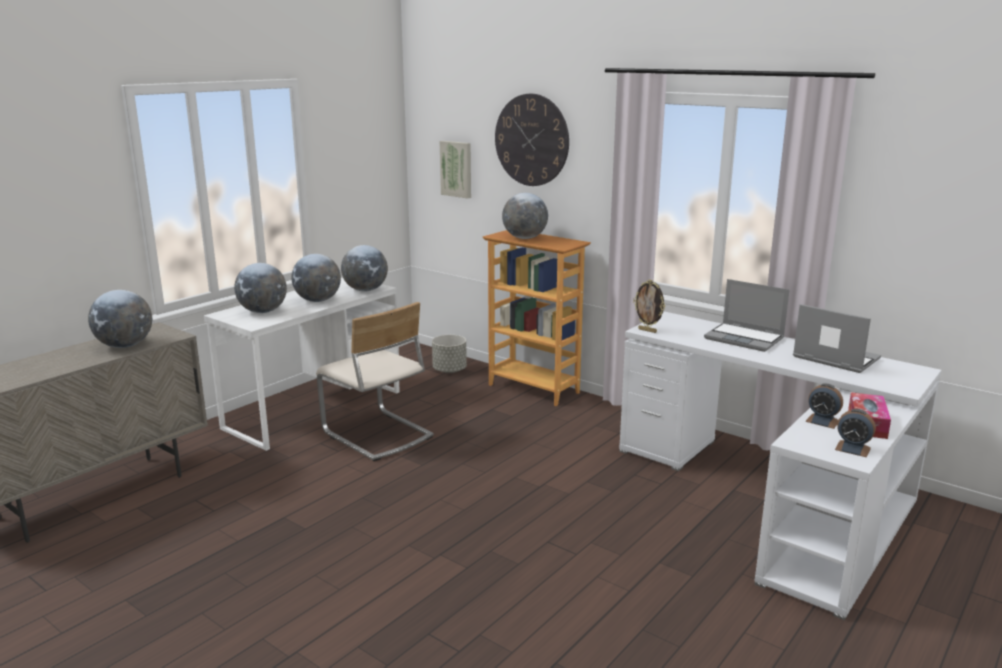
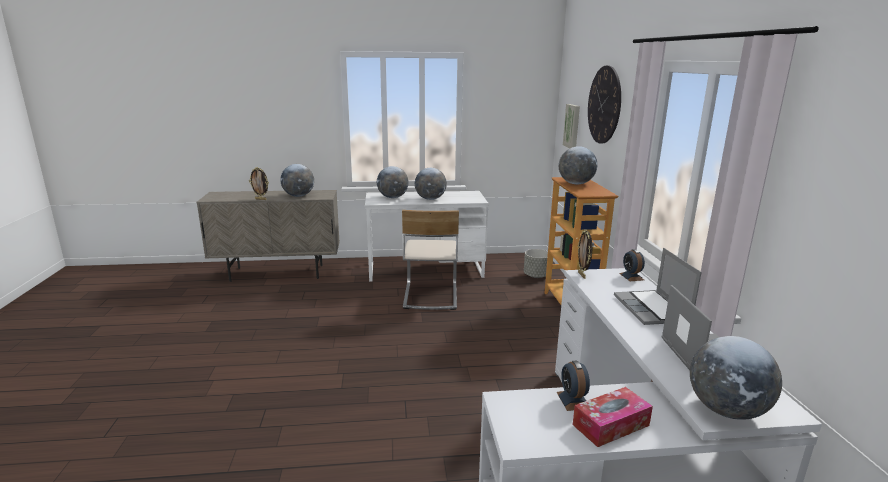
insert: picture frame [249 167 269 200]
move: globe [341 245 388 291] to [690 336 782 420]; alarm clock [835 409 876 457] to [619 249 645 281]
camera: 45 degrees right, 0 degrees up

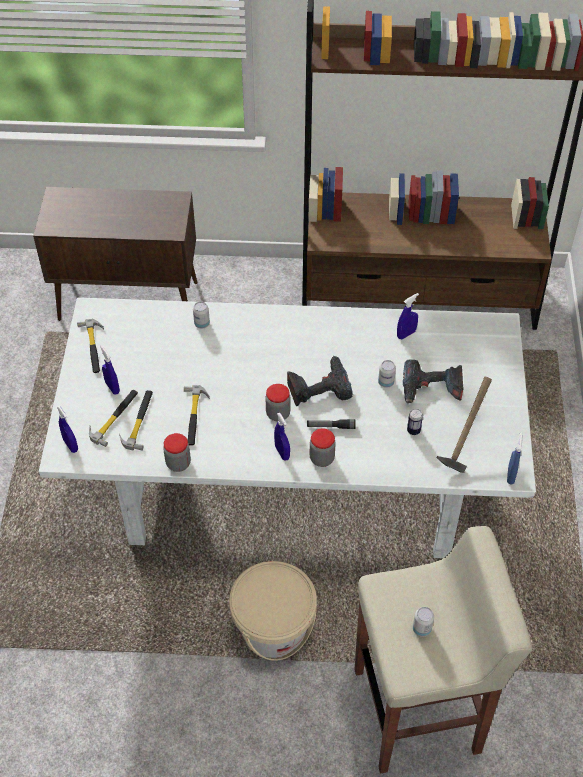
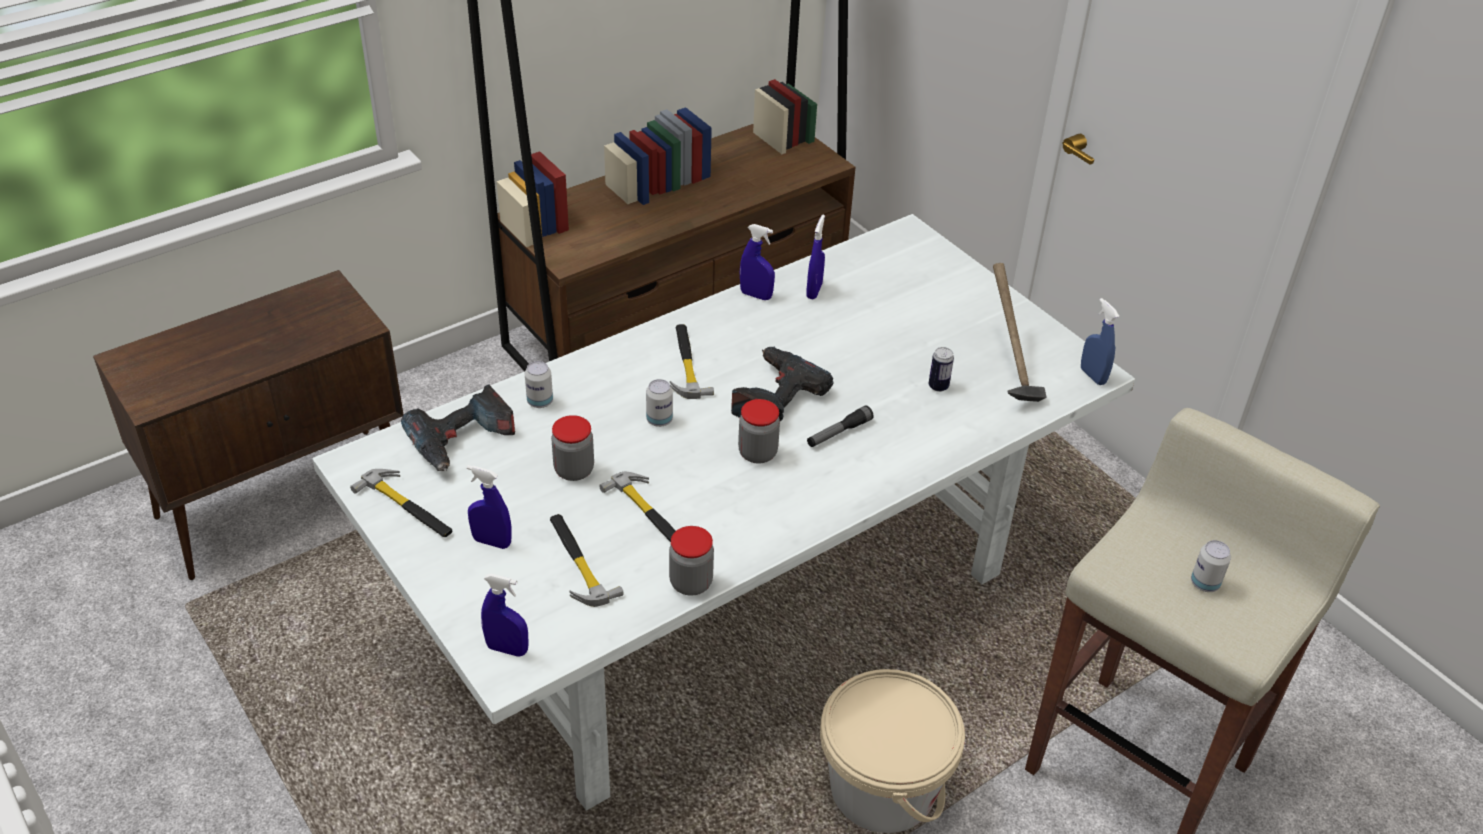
move: hammer [89 390 138 447] to [670 324 714 399]; blue spray bottle [274 413 290 461] to [740 224 775 300]; jar [310 428 336 467] to [551 415 594 481]; can [378 360 396 388] to [646 379 673 427]; power drill [403 359 463 404] to [401 385 515 471]
camera: 40 degrees left, 10 degrees down

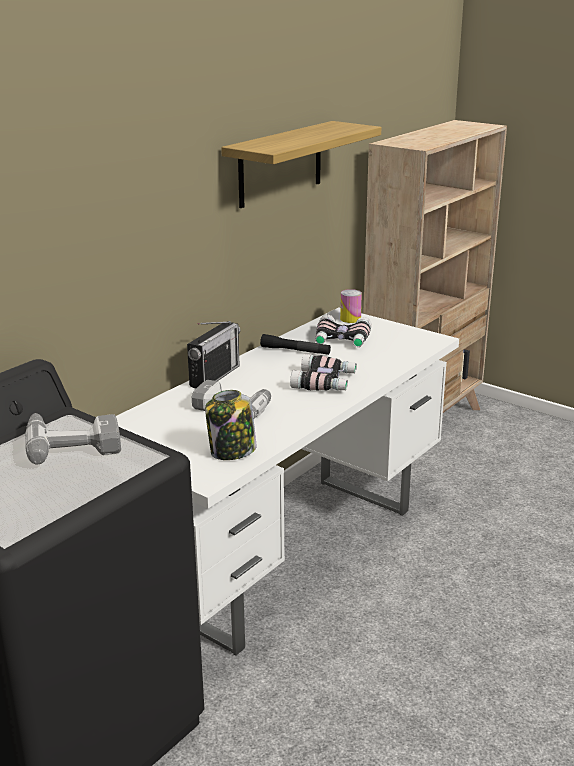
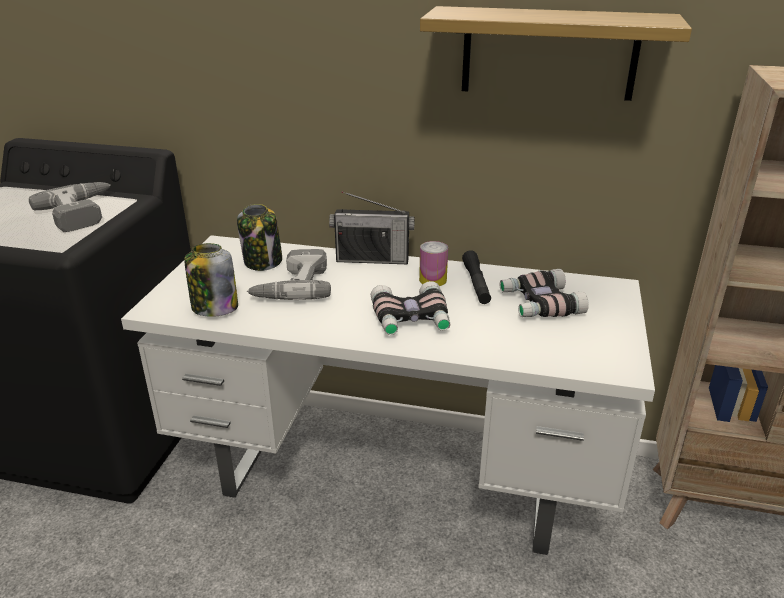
insert: jar [237 204 282 271]
move: can [340 289 362 323] to [419 241 448 286]
camera: 65 degrees right, 5 degrees up

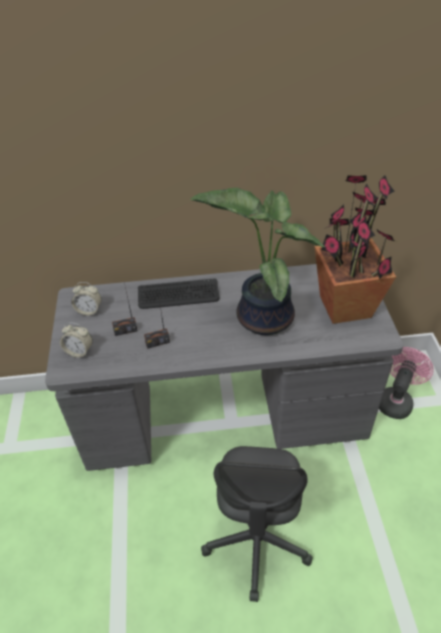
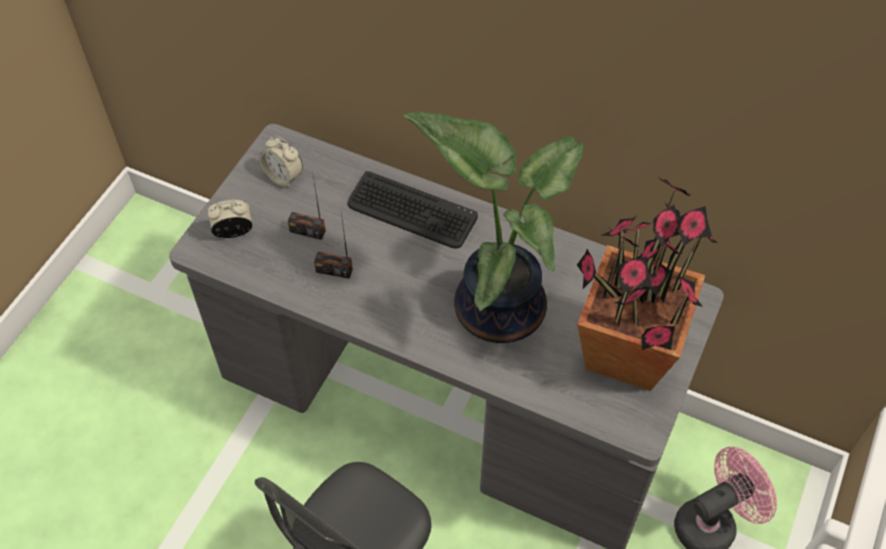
rotate: alarm clock [60 323 93 358] = [207 199 252 238] 120 degrees clockwise
camera: 30 degrees right, 10 degrees up

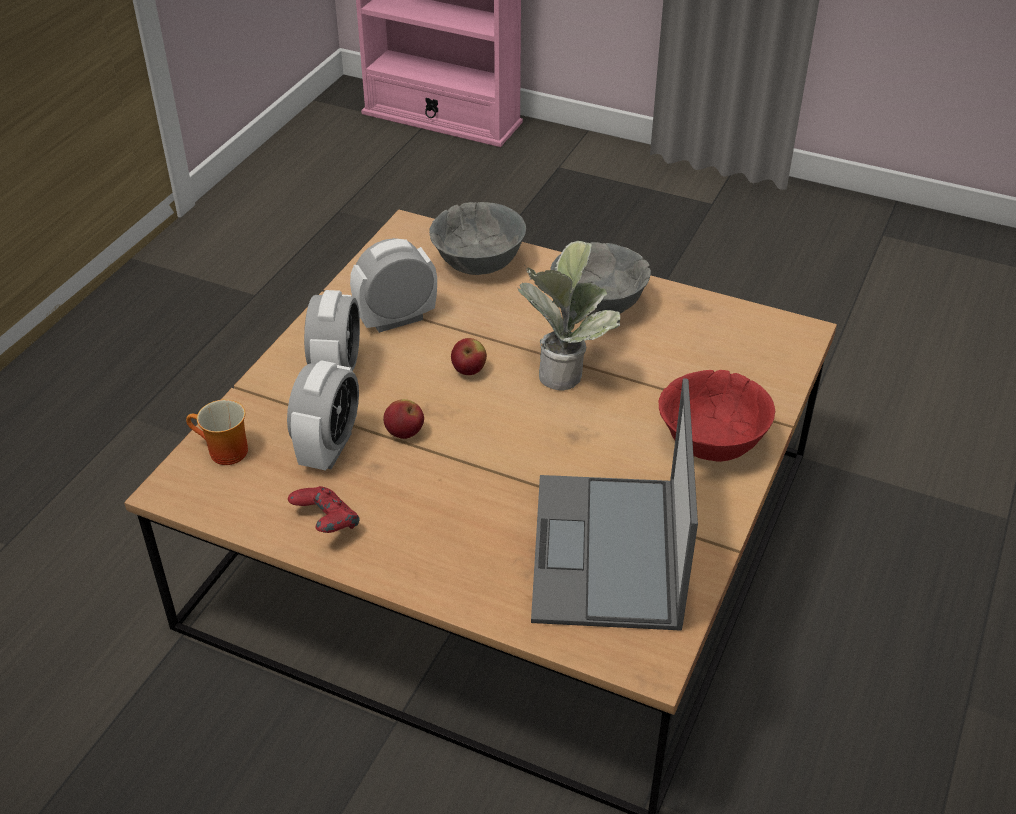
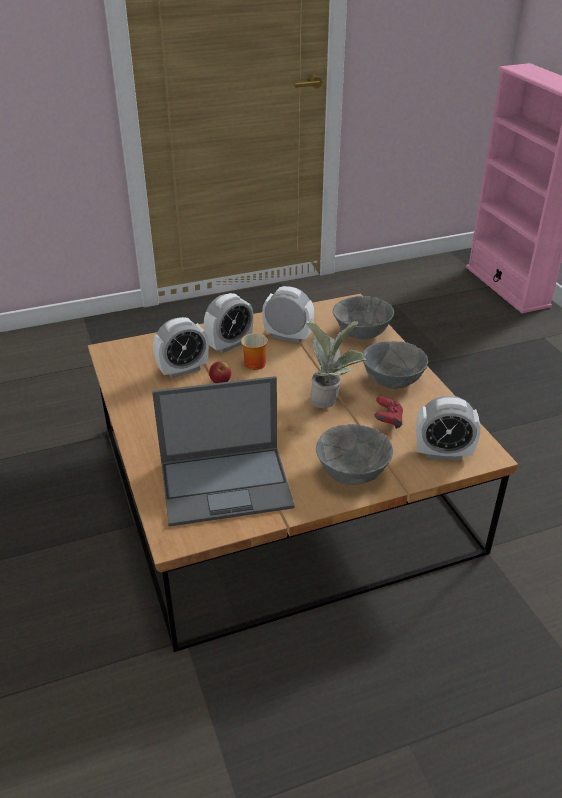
delete: apple [451 338 487 375]
insert: alarm clock [416 396 480 461]
move: mug [186 399 248 465] to [241 333 268 370]; red game controller [288 486 360 533] to [374 396 403 429]
recolor: red bowl [658 370 775 462] to grey bowl [316 424 393 485]
rotate: laptop [531 379 698 631] = [152 376 295 527] 150 degrees counterclockwise
camera: 45 degrees right, 5 degrees down

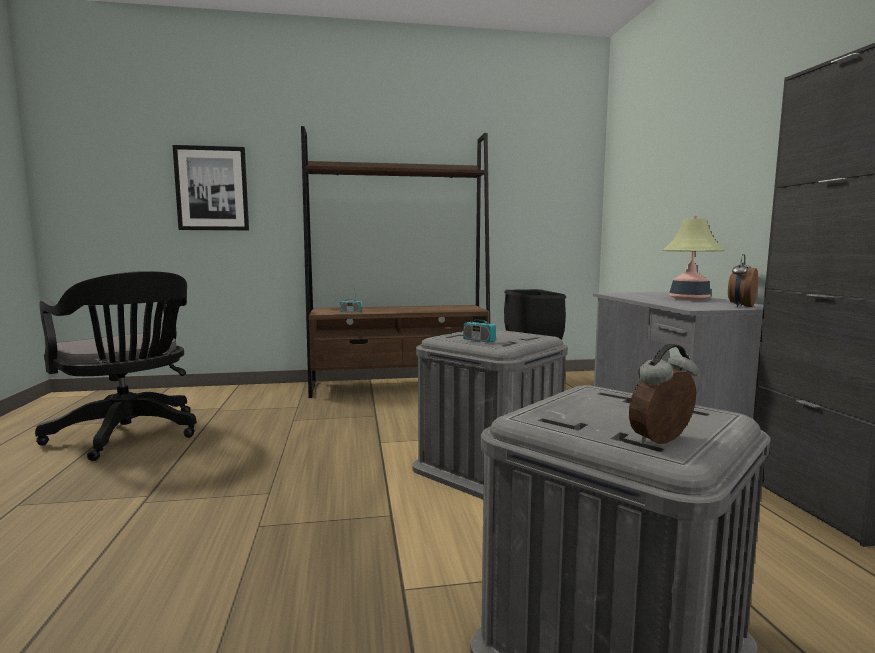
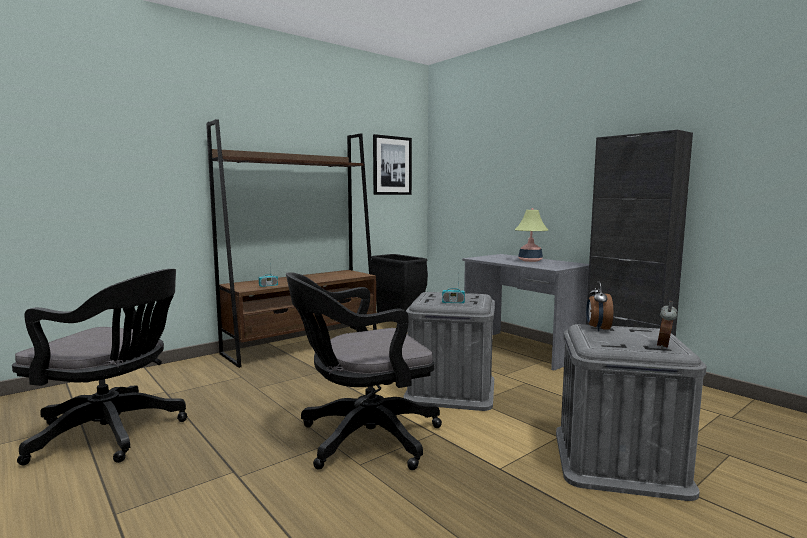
insert: black office chair [286 272 442 470]
move: picture [173 145 249 230] to [373 134 412 195]; alarm clock [728 254 758 307] to [586 281 613 331]
camera: 30 degrees left, 0 degrees up

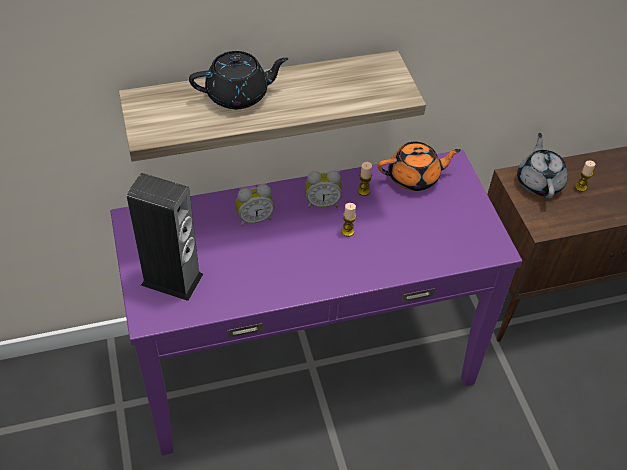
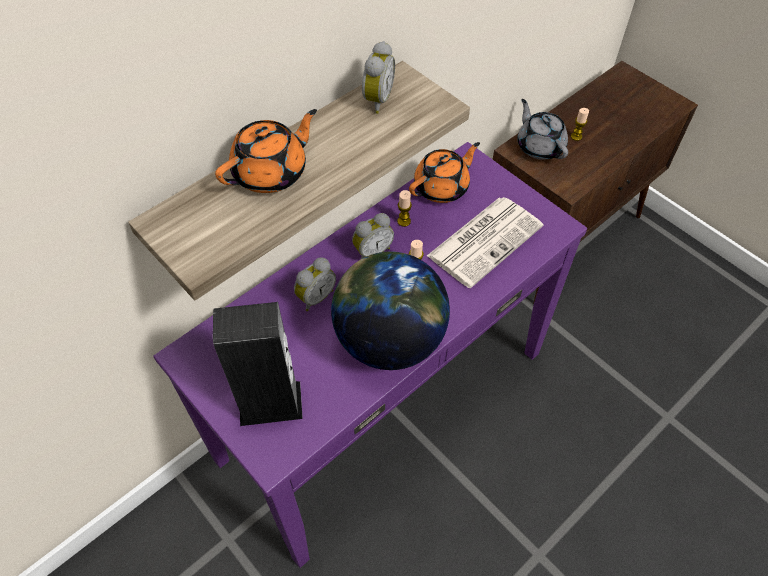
insert: globe [331 251 450 370]; alarm clock [362 41 395 114]; newspaper [427 197 543 288]
recolor: black teapot [189 51 289 109] to orange teapot [215 109 317 193]
camera: 25 degrees left, 5 degrees up

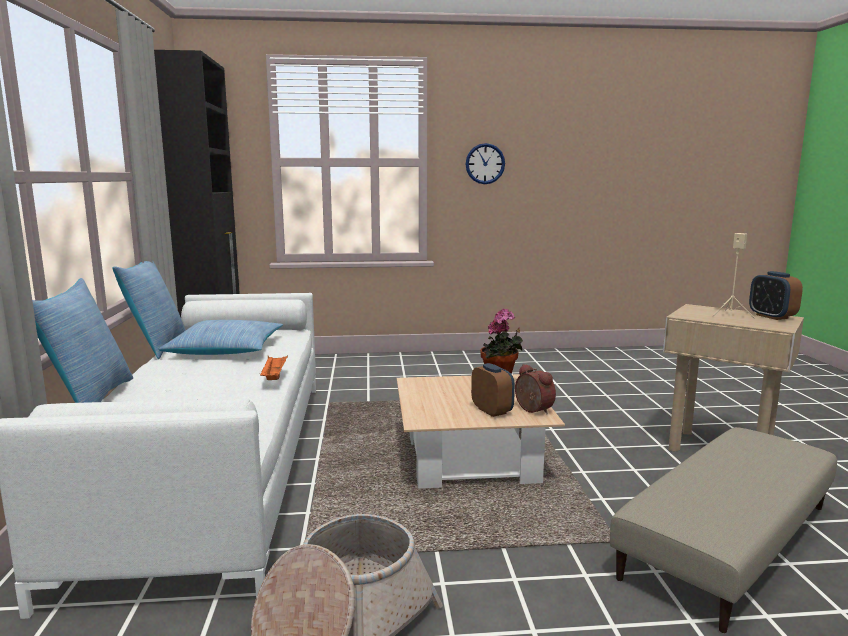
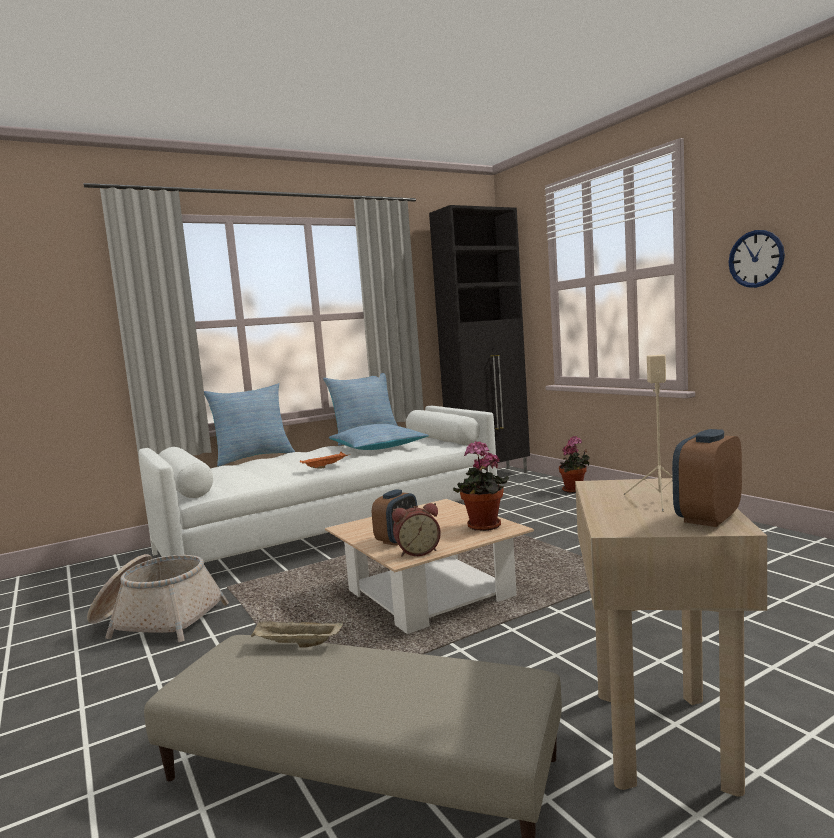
insert: beige tray [251 620 343 647]; potted plant [559 436 590 493]
rotate: alarm clock [515 364 556 414] = [392 503 441 557] 45 degrees clockwise
camera: 65 degrees right, 5 degrees down

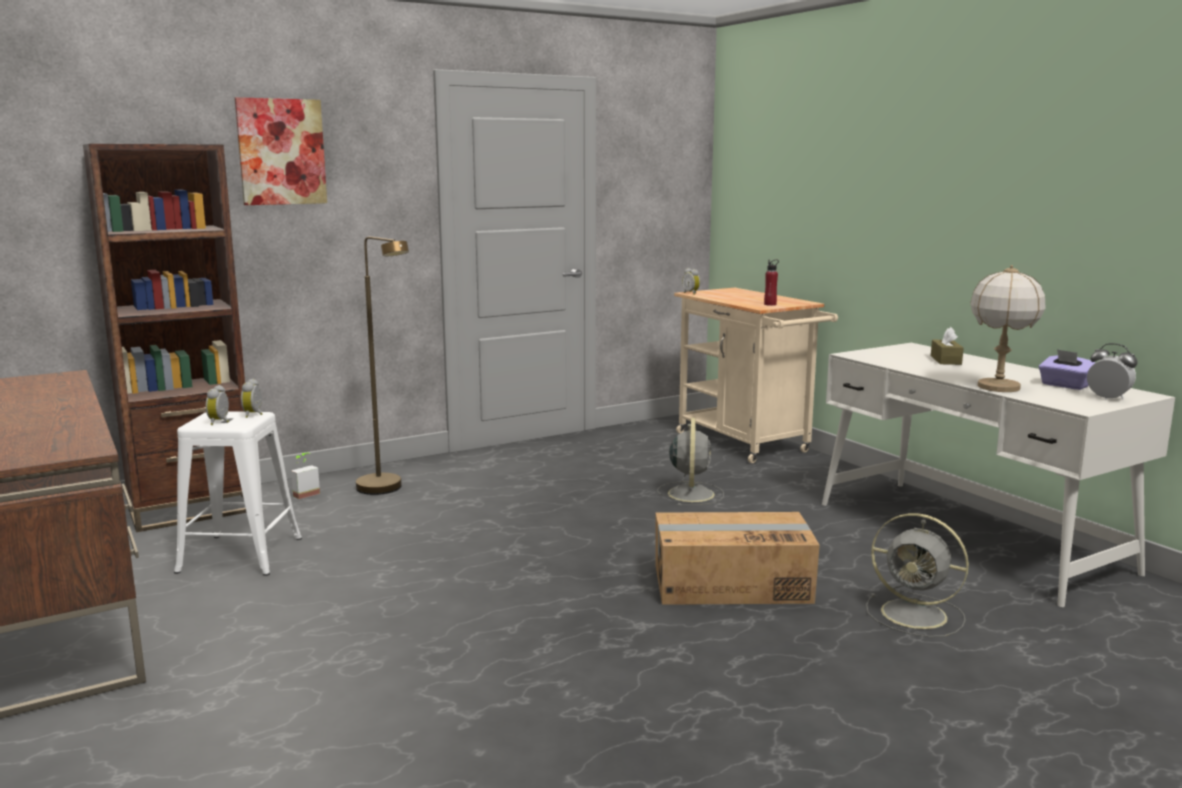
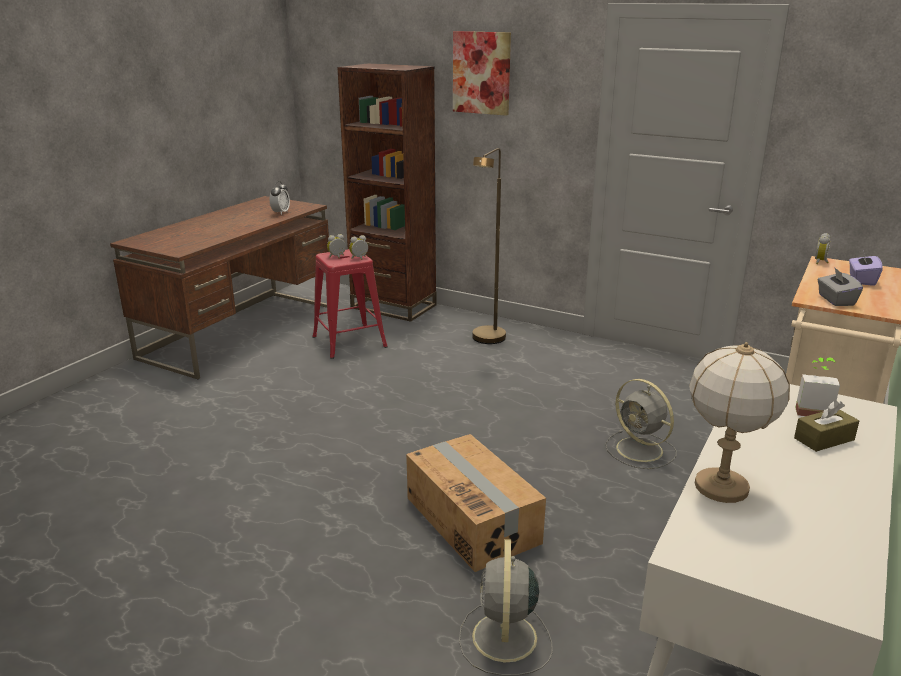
move: potted plant [291 452 320 499] to [795 358 840 416]; purple tissue box [1039 349 1096 390] to [849 250 883 286]; alarm clock [1087 343 1138 400] to [269 181 290 215]
replace: red bottle [764 260 779 306] to grey tissue box [817 268 863 306]
recolor: white stool [174 411 302 576] to red stool [313 249 388 359]
rotate: grey fan [657 418 724 506] = [605 379 677 469] 75 degrees clockwise
camera: 60 degrees right, 10 degrees up

